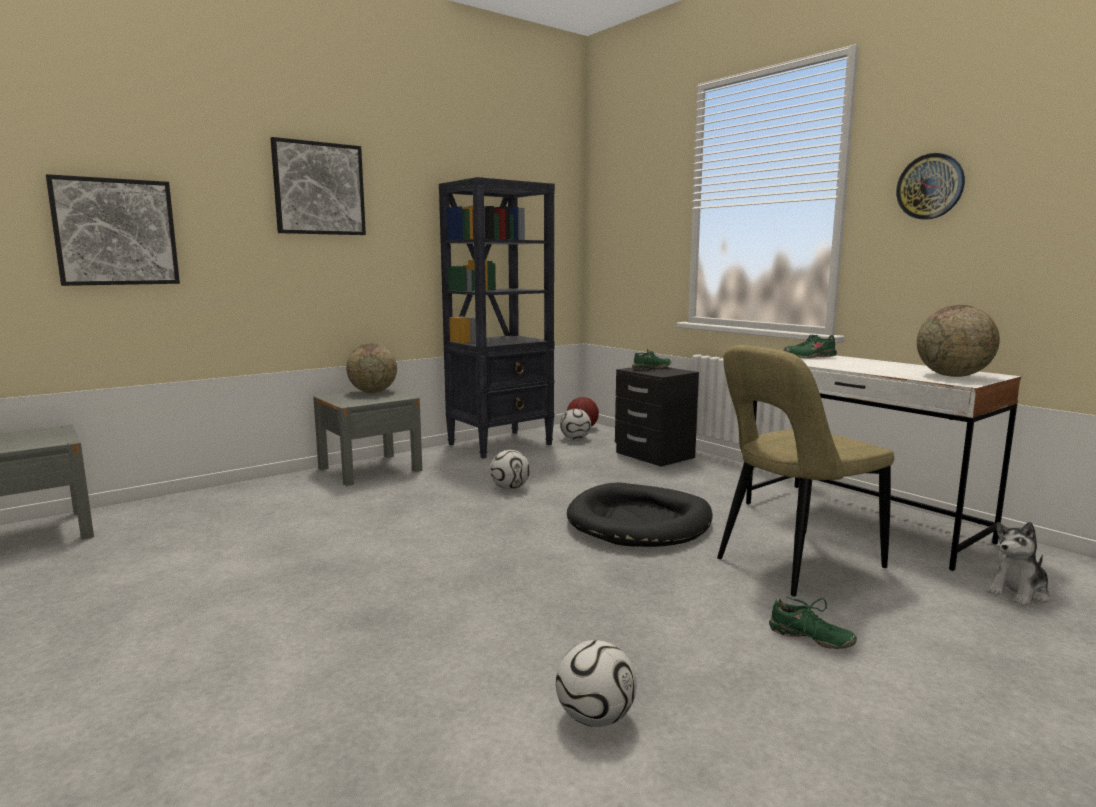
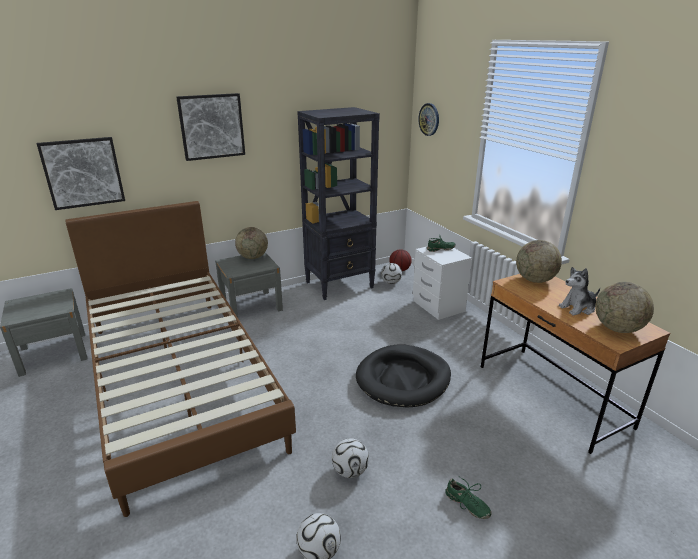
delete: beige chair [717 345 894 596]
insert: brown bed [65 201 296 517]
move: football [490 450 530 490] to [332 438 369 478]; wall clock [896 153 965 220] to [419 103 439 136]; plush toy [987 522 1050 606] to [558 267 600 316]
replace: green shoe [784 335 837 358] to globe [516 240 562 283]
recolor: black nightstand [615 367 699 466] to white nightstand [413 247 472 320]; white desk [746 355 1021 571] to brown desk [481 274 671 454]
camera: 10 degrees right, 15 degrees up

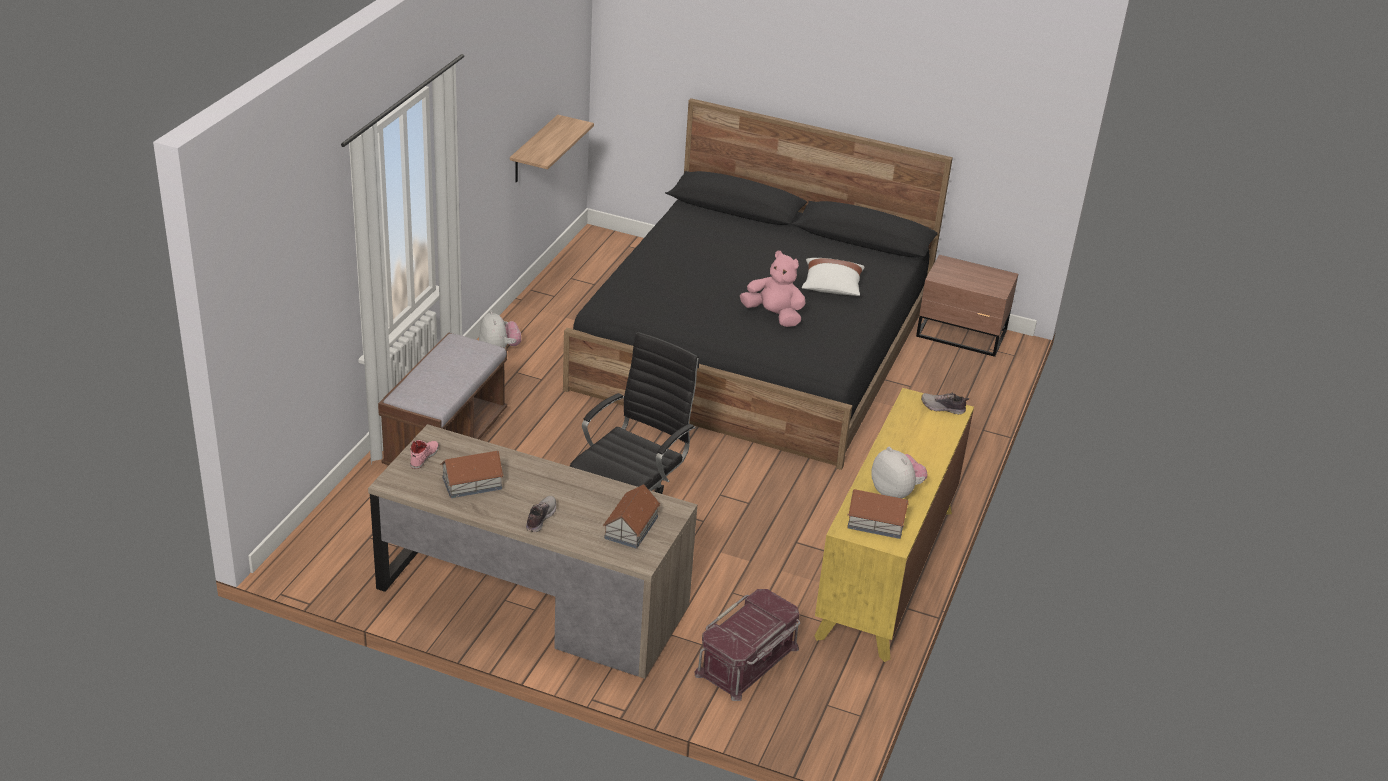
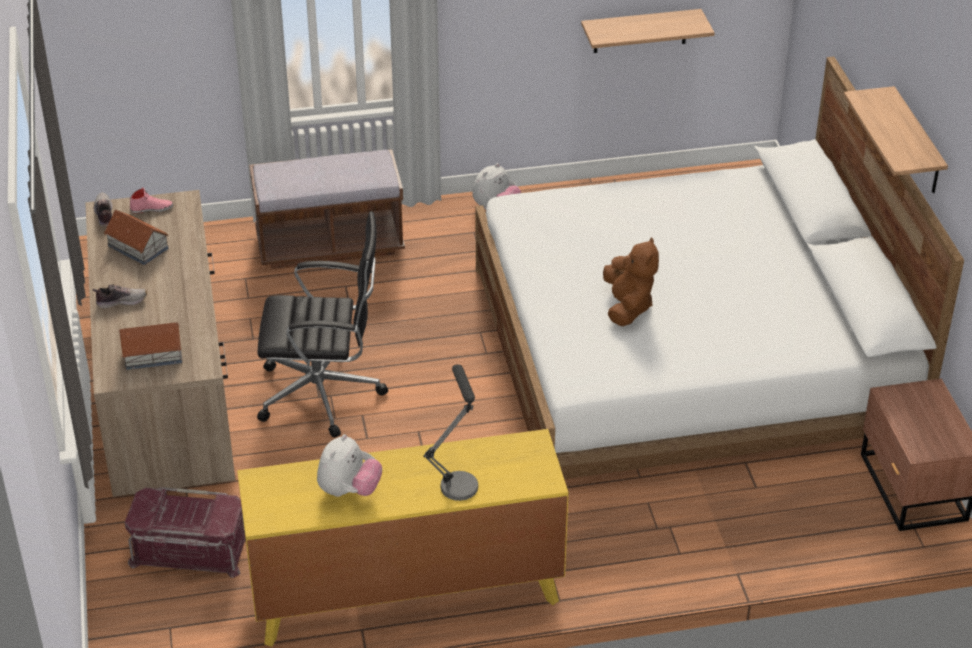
delete: white pillow [802 258 865 296]; toy house [847 489 909 539]
insert: table lamp [423 364 478 501]; shelf [844 86 948 193]
move: shoe [921 393 969 415] to [94 193 113 227]
recolor: black bed [563 98 953 470] to white bed [476 56 964 479]; pink plush toy [740 251 806 327] to brown plush toy [603 237 659 327]
camera: 60 degrees right, 5 degrees up

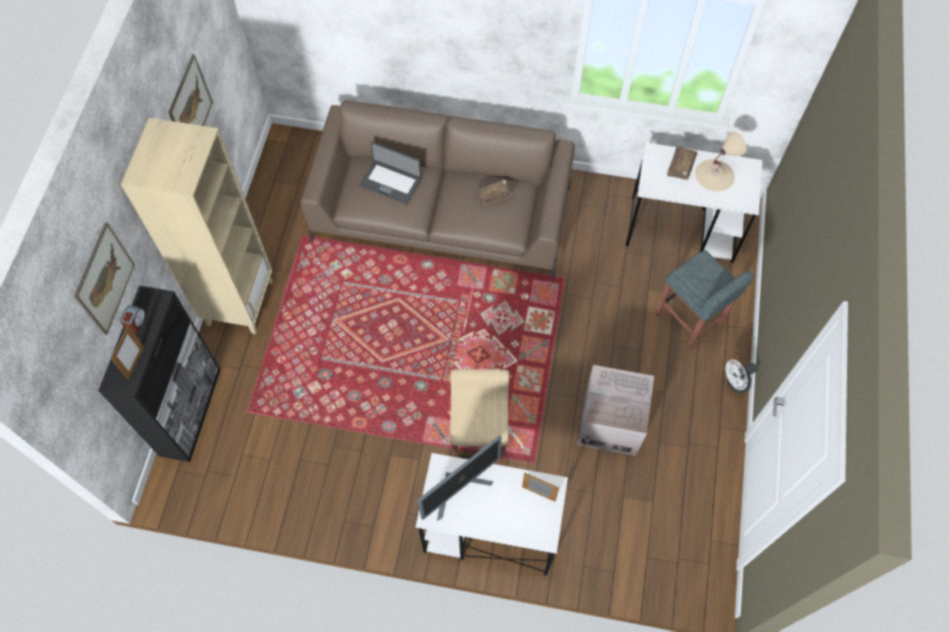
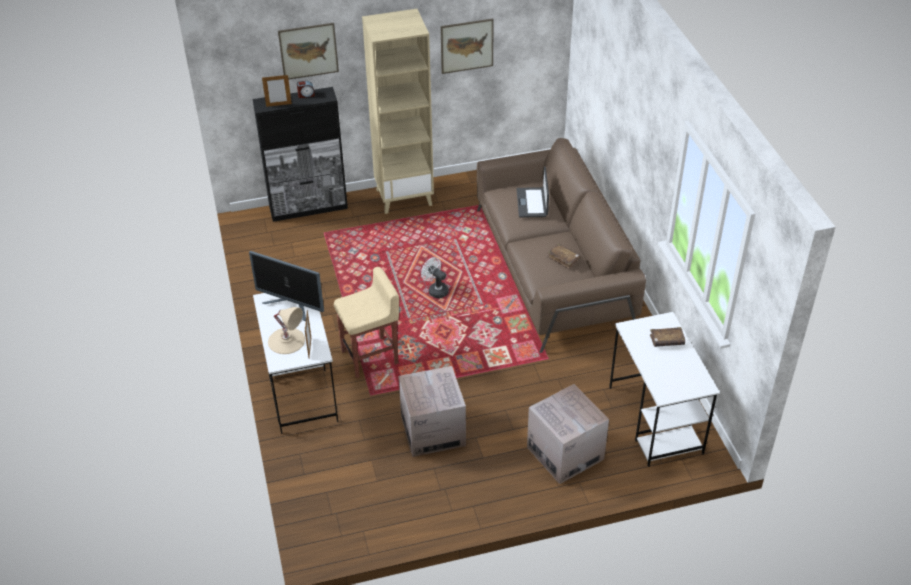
move: beige table lamp [695 132 747 191] to [268 307 305 354]; white fan [726 359 758 393] to [421 257 449 298]
replace: grey stool [656 250 754 350] to cardboard box [527 384 609 484]
camera: 65 degrees right, 20 degrees down

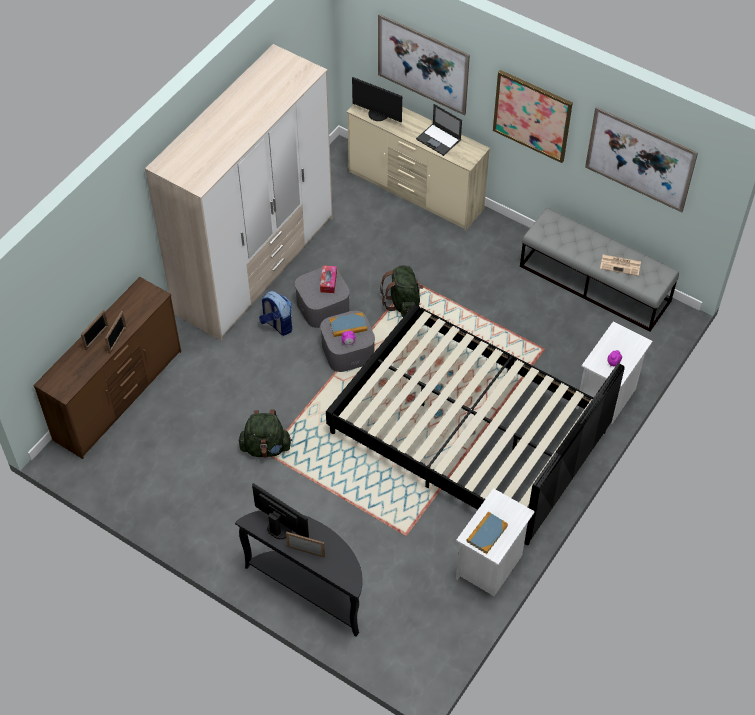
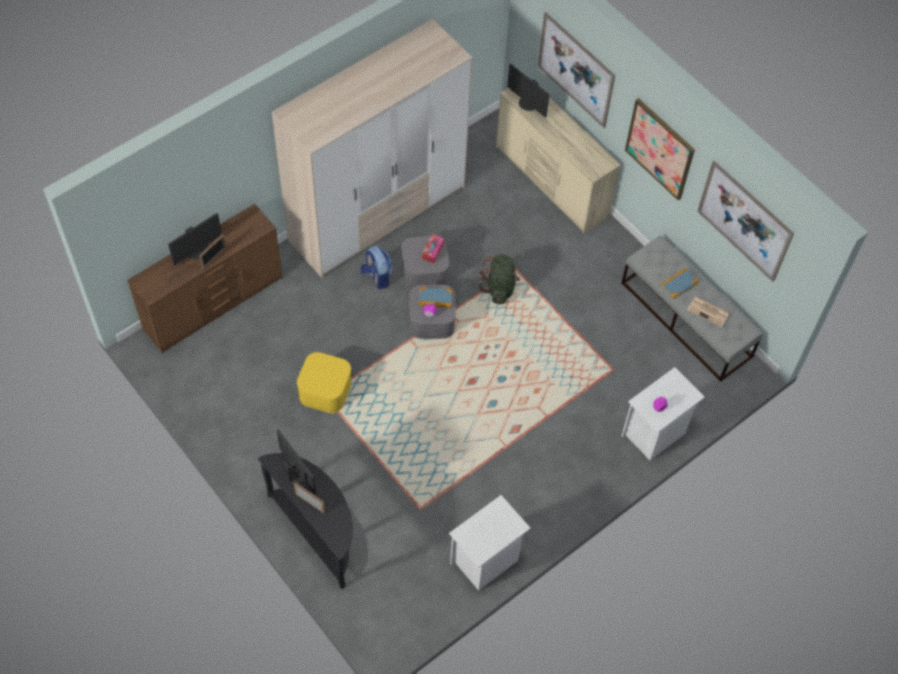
delete: black bed [326 304 625 545]; laptop [416 104 462 156]
move: book [466 512 508 554] to [660 268 698 299]
replace: picture frame [81 310 109 350] to monitor [168 213 222 265]; green backpack [238 409 292 458] to yellow storage box [297 352 351 413]
camera: 15 degrees right, 5 degrees up

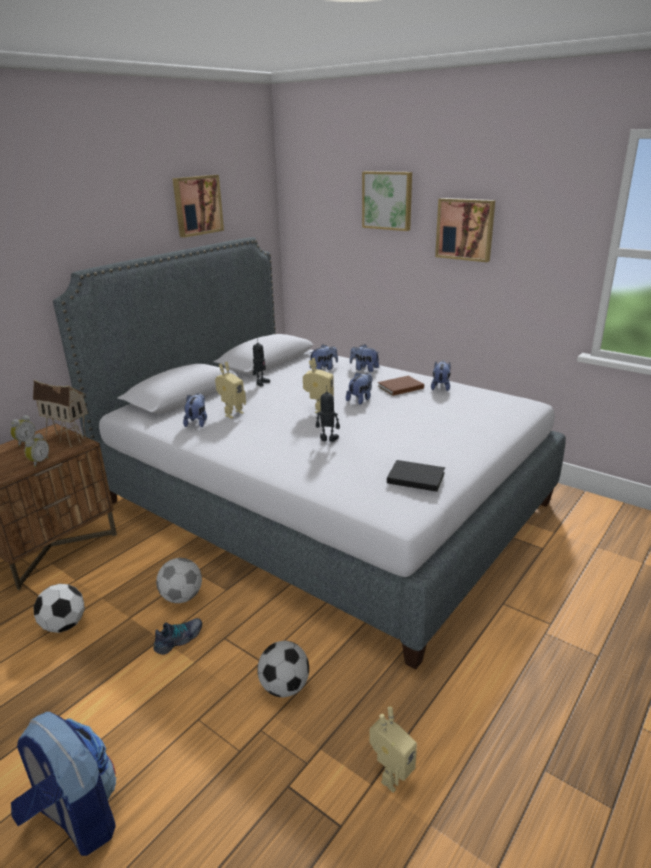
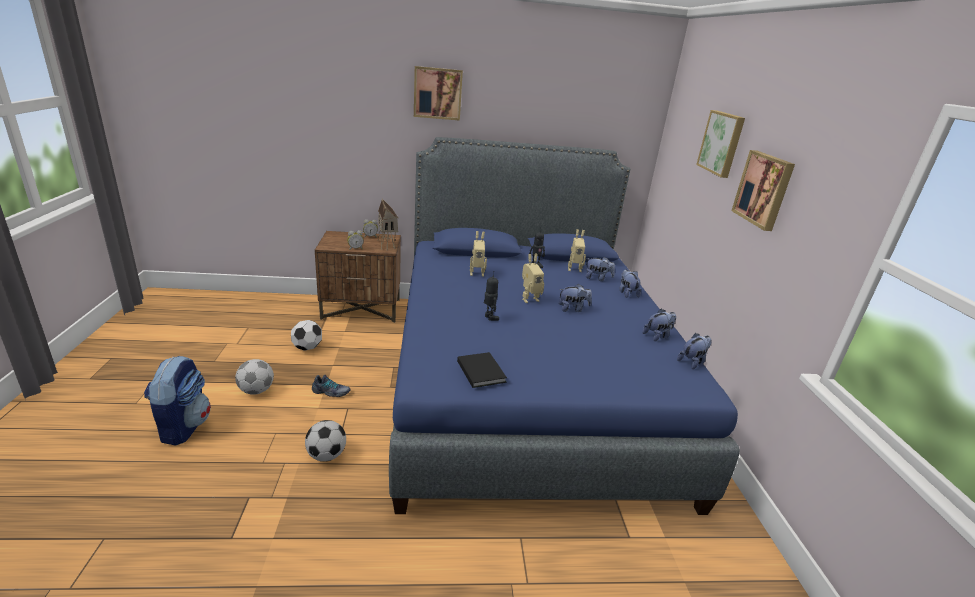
delete: brown book [378 376 424 396]
move: football [156 558 202 603] to [235 359 274 395]; picture [172 175 224 238] to [414 66 463 121]; plush toy [183 393 207 427] to [677 333 712 369]; toy robot [369 706 417 793] to [568 229 586 272]
recolor: grey bed [53 237 566 670] to blue bed [389 137 740 515]
camera: 45 degrees right, 0 degrees up

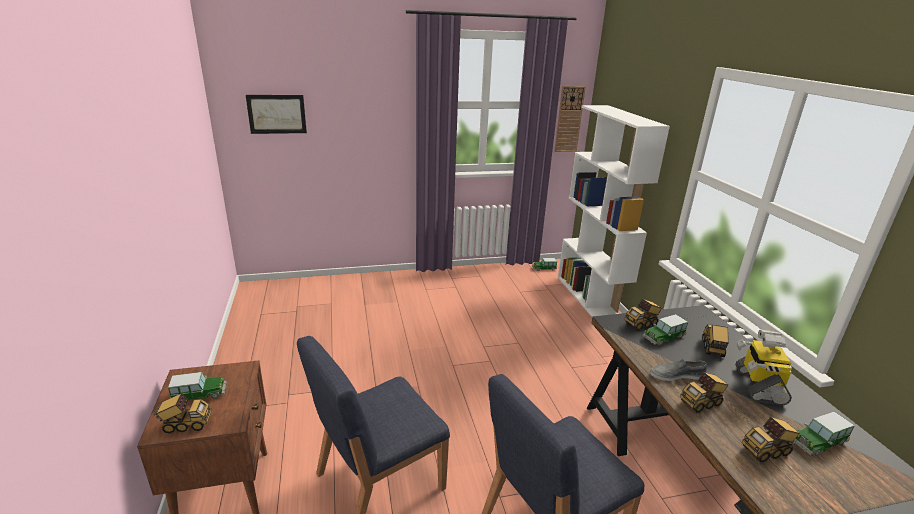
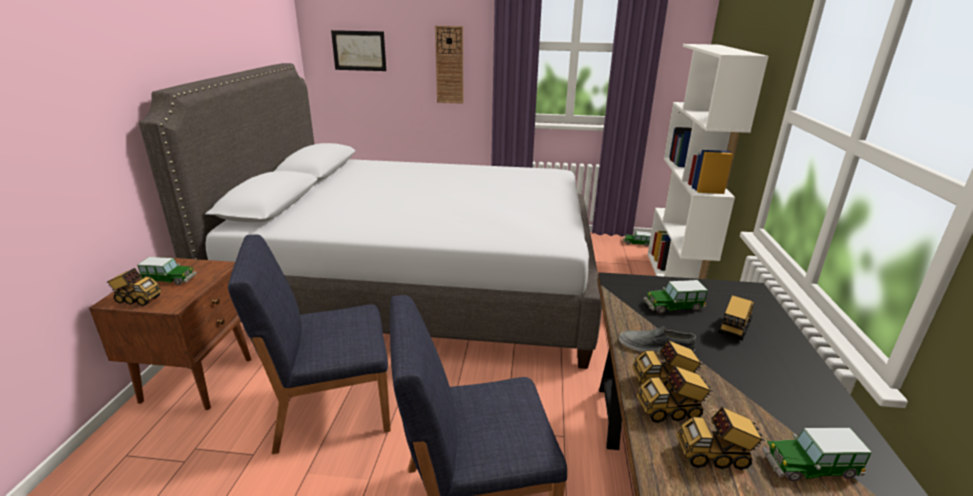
delete: toy robot [735 330 792 406]
insert: grey bed [139 63 602 369]
move: wall clock [554 86 586 152] to [435 26 463 104]; toy truck [624 299 662 330] to [637 366 713 423]
camera: 20 degrees right, 0 degrees up

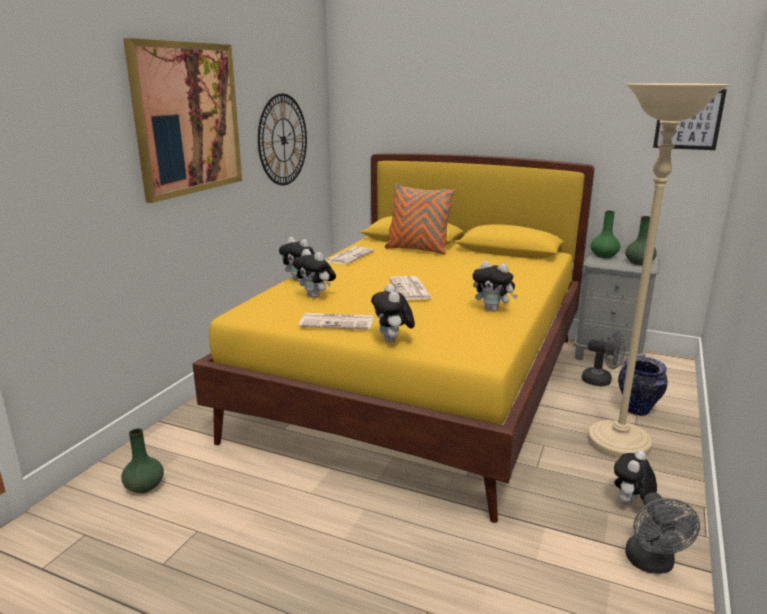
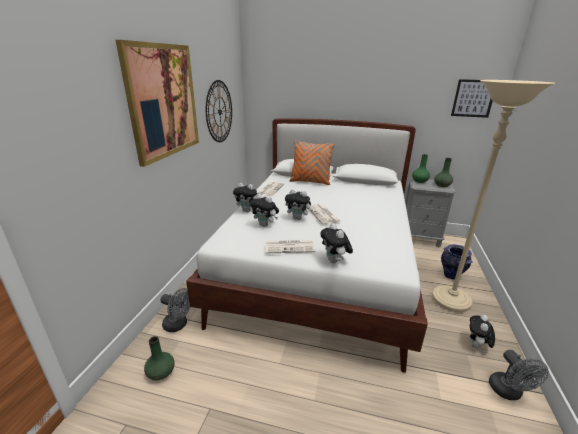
move: plush toy [473 261 518 312] to [285 189 313 220]; grey fan [581 331 626 386] to [160 288 191 332]
recolor: yellow bed [192 153 595 523] to white bed [186 118 428 373]
camera: 10 degrees left, 5 degrees up

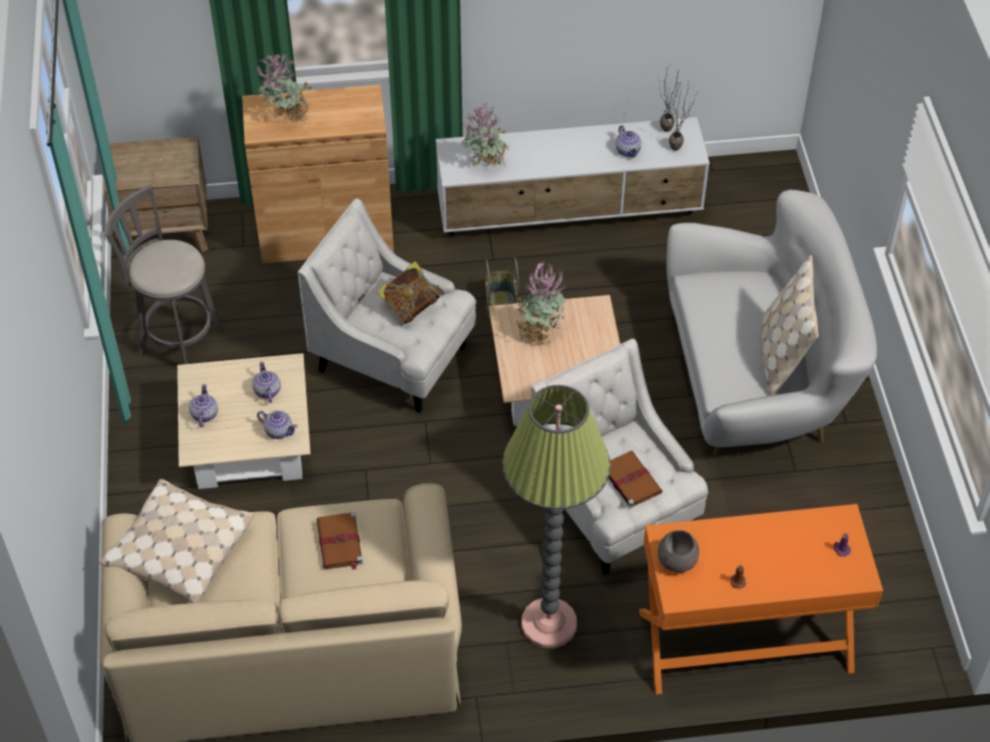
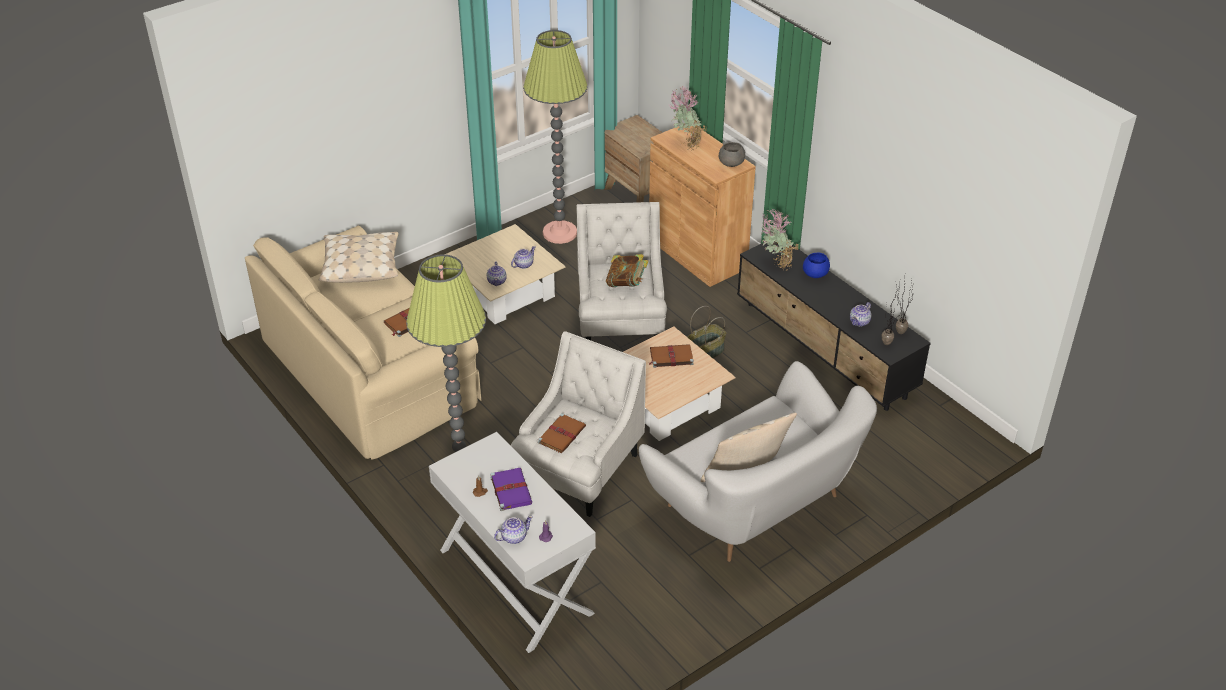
insert: purple book [490 468 532 511]; blue bowl [803 253 830 278]
move: teapot [189 384 218 427] to [494 516 533 544]; grey bowl [658 530 699 573] to [719 142 745 167]
replace: grey stool [106 185 225 364] to floor lamp [523 30 588 244]; potted plant [514 261 566 345] to brown book [649 344 694 368]
recolor: white tv stand [436 117 710 235] to black tv stand [737 241 931 411]; orange console table [639 504 883 694] to white console table [429 432 596 653]
camera: 60 degrees right, 10 degrees down

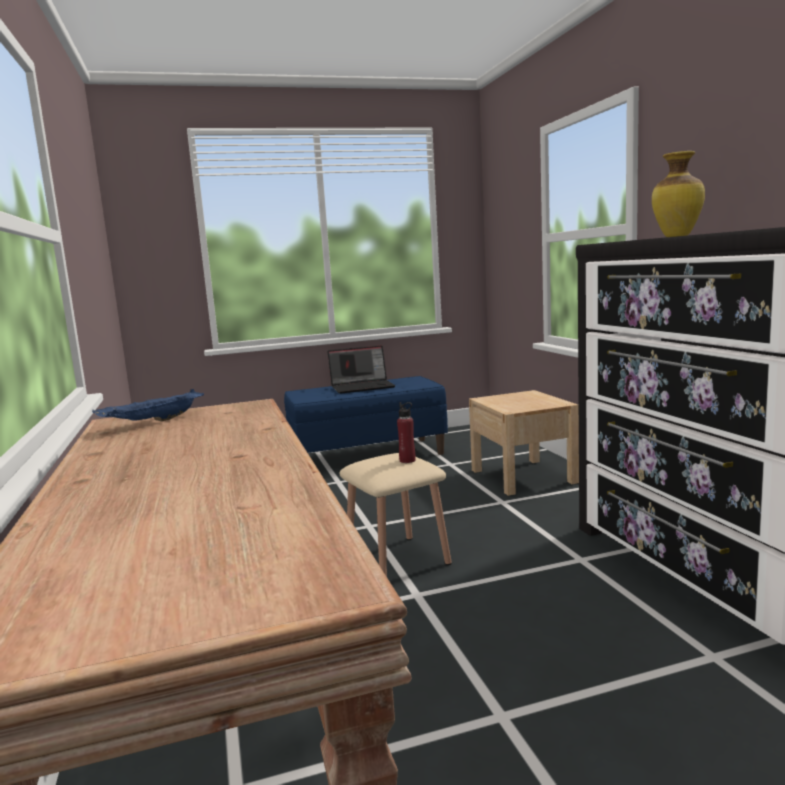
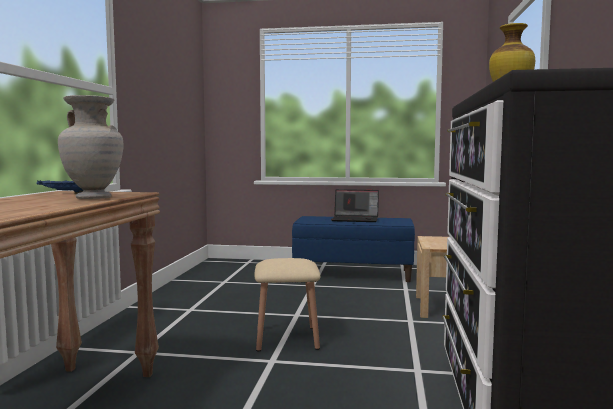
delete: red bottle [397 402 416 463]
insert: beige vase [58 95 124 199]
camera: 25 degrees right, 5 degrees down

